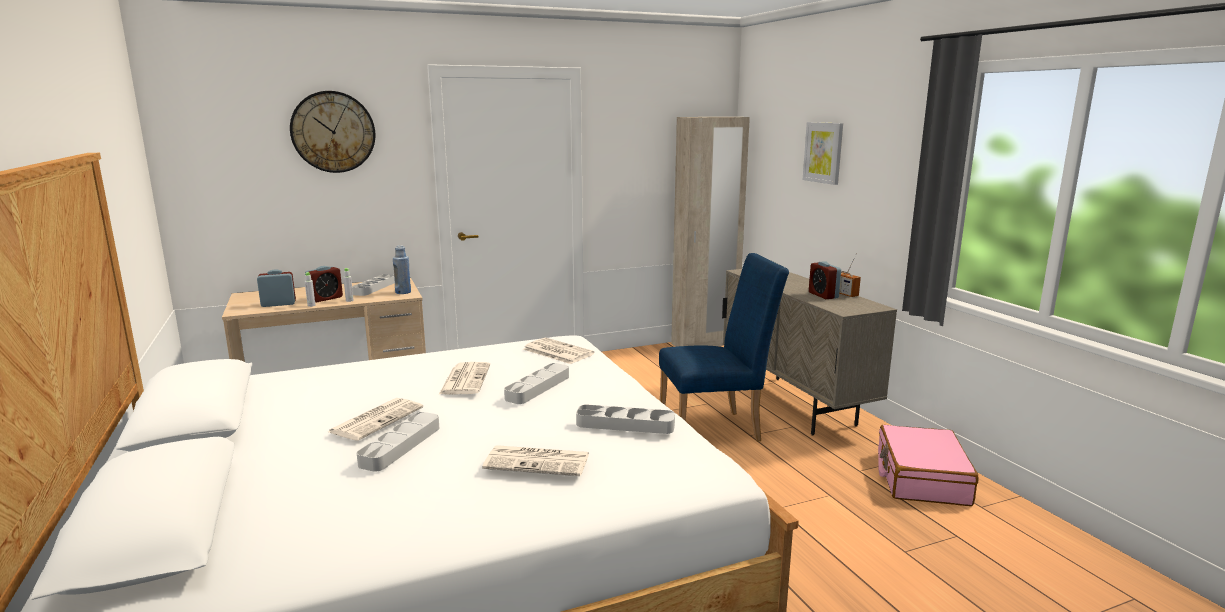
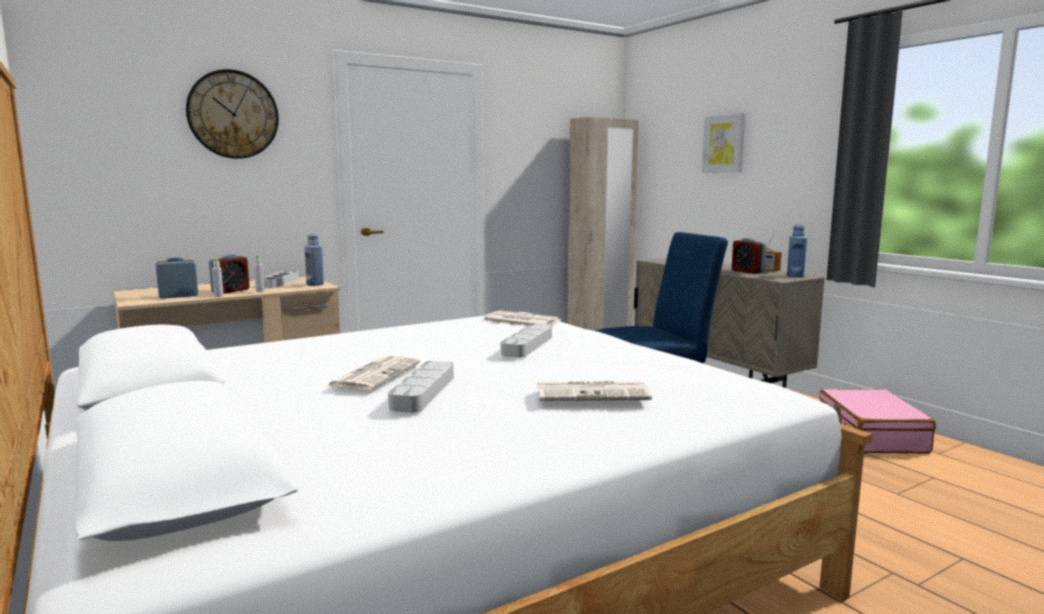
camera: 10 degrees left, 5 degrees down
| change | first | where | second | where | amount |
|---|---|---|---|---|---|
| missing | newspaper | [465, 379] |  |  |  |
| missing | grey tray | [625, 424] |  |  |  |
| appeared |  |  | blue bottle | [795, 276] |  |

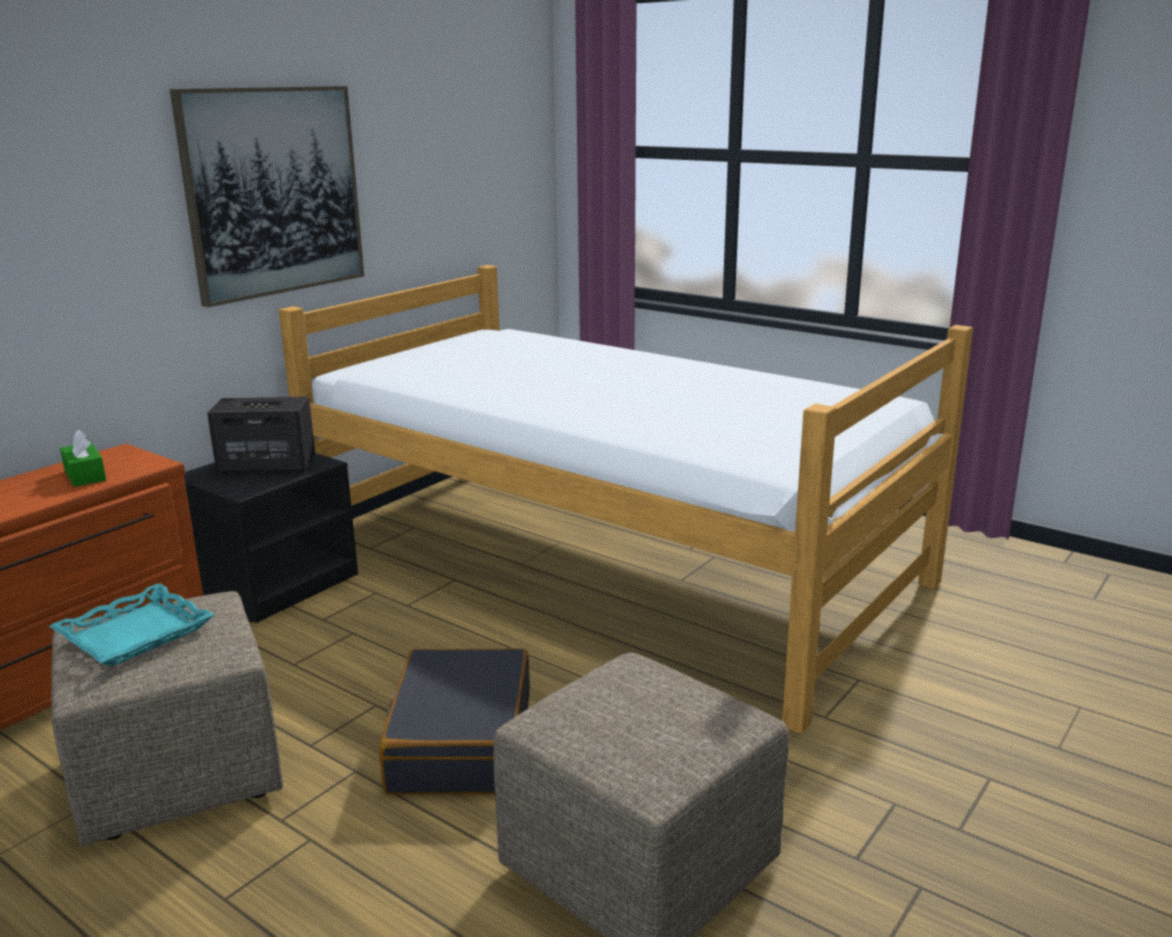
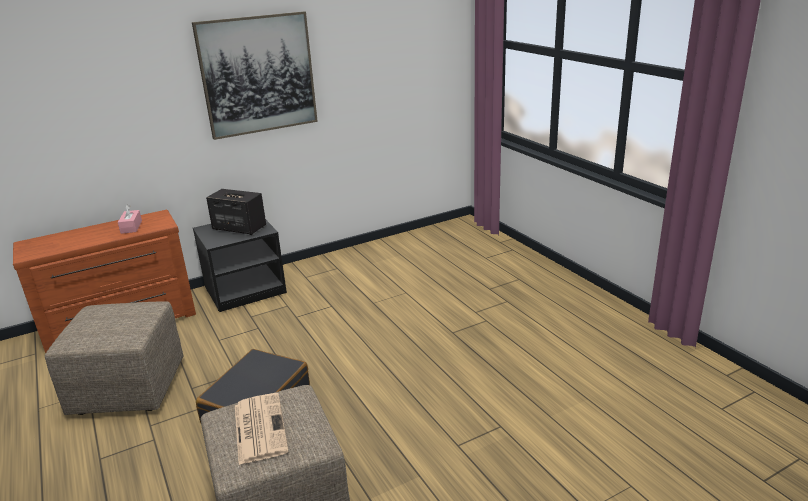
camera: 25 degrees right, 5 degrees up
| change | first | where | second | where | amount |
|---|---|---|---|---|---|
| missing | turquoise tray | [135, 634] |  |  |  |
| missing | bed | [608, 561] |  |  |  |
| appeared |  |  | newspaper | [259, 427] |  |
| colour | green tissue box | [85, 475] | pink tissue box | [131, 227] |  |

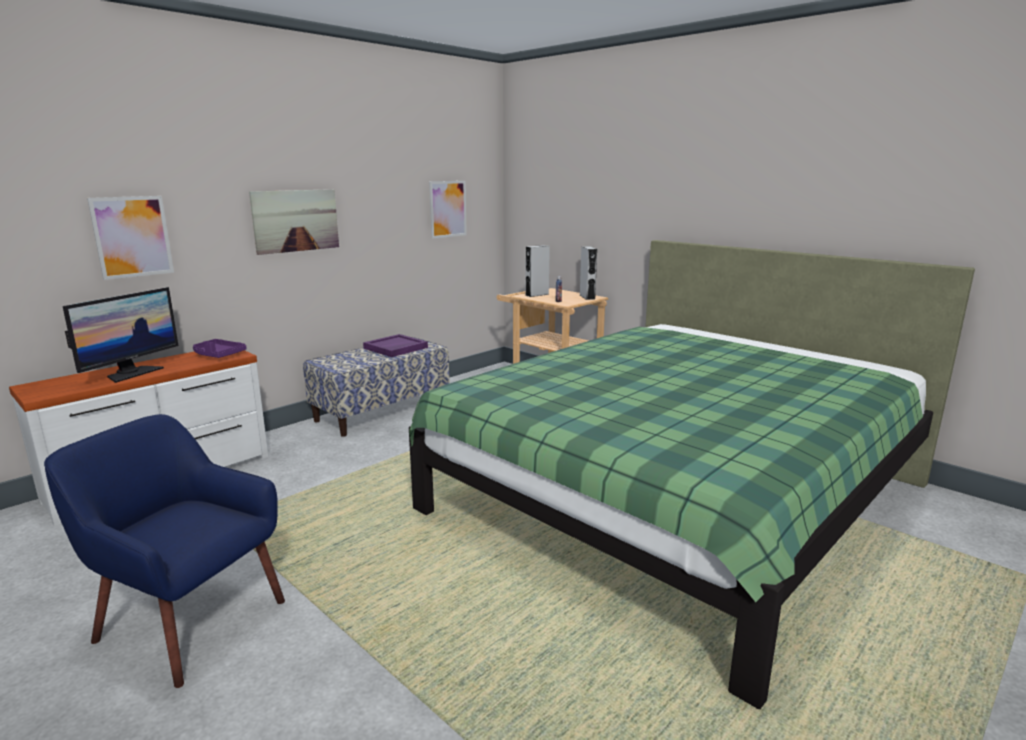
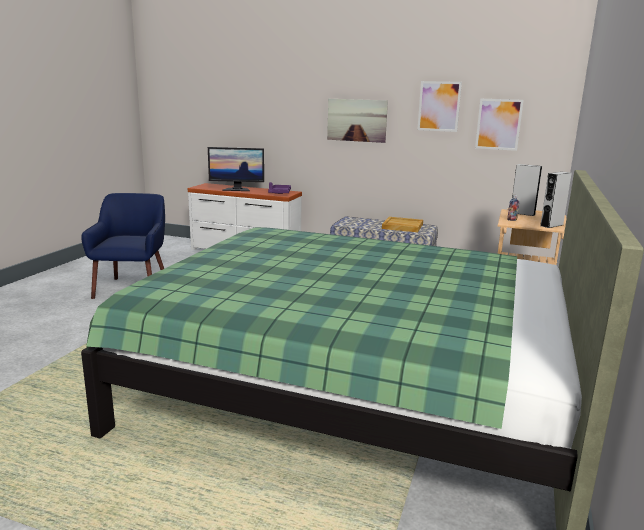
camera: 65 degrees right, 0 degrees up
| change | first | where | second | where | amount |
|---|---|---|---|---|---|
| relocated | picture | [132, 237] |  | [439, 106] |  |
| colour | purple tray | [395, 348] | beige tray | [402, 226] |  |

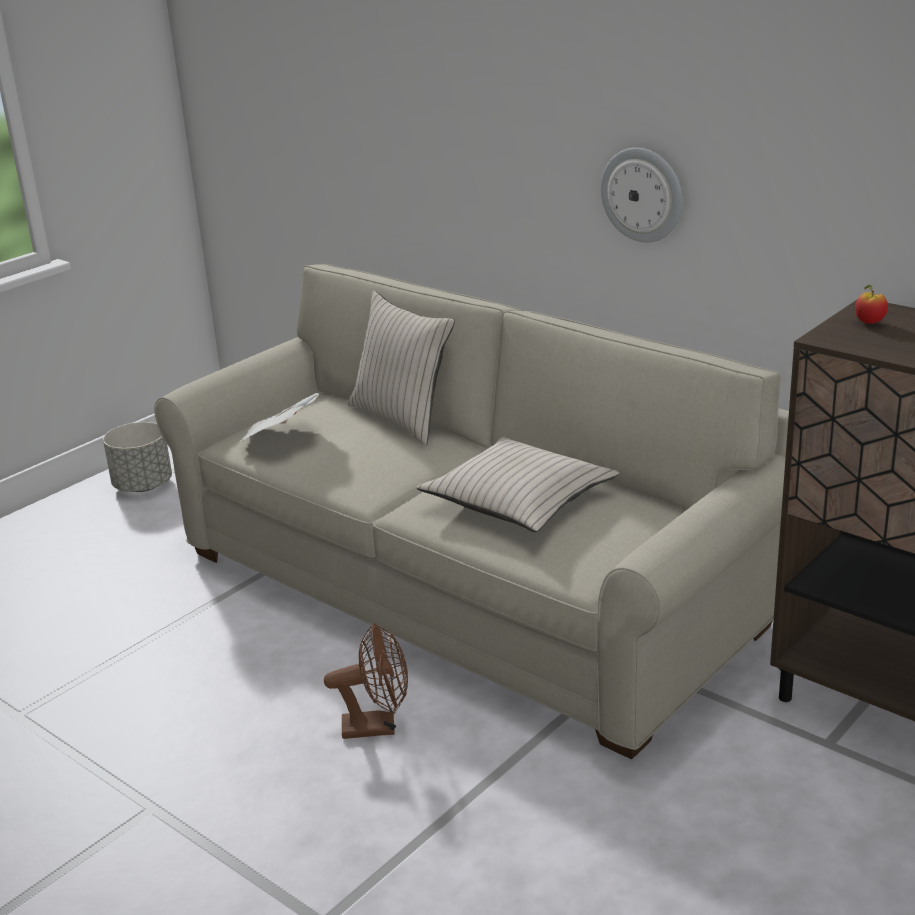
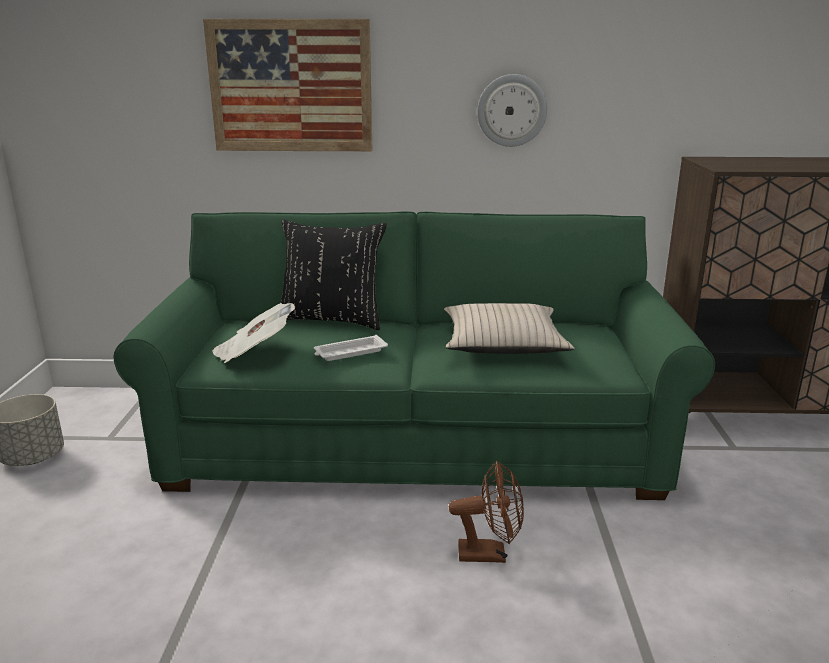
camera: 40 degrees left, 5 degrees down
| change | first | where | second | where | amount |
|---|---|---|---|---|---|
| missing | apple | [869, 322] |  |  |  |
| appeared |  |  | picture | [291, 86] |  |
| appeared |  |  | white tray | [349, 352] |  |
| colour | beige sofa | [467, 587] | green sofa | [415, 440] |  |
| colour | beige pillow | [402, 418] | black pillow | [331, 319] |  |
| spun | brown fan | [378, 726] |  | [490, 553] | 45 degrees clockwise |

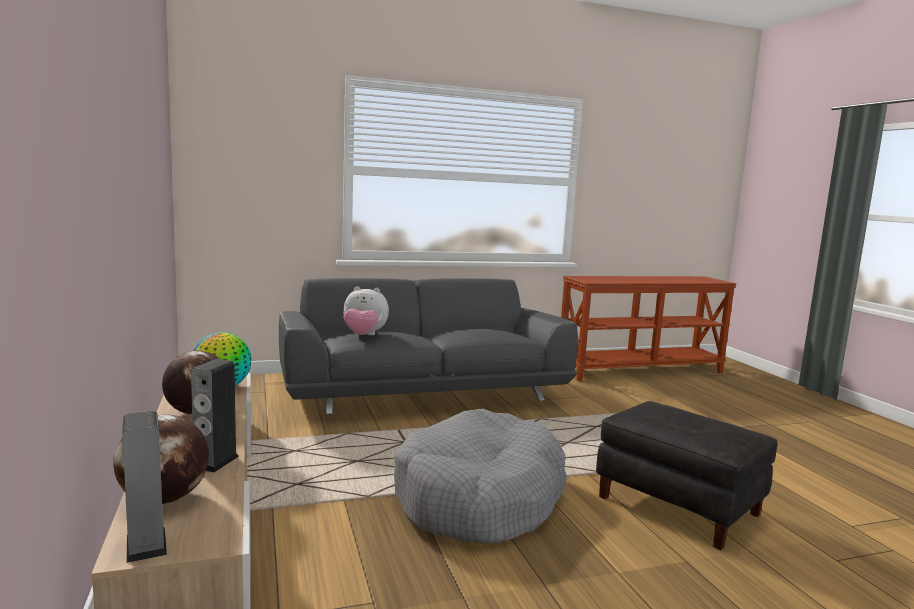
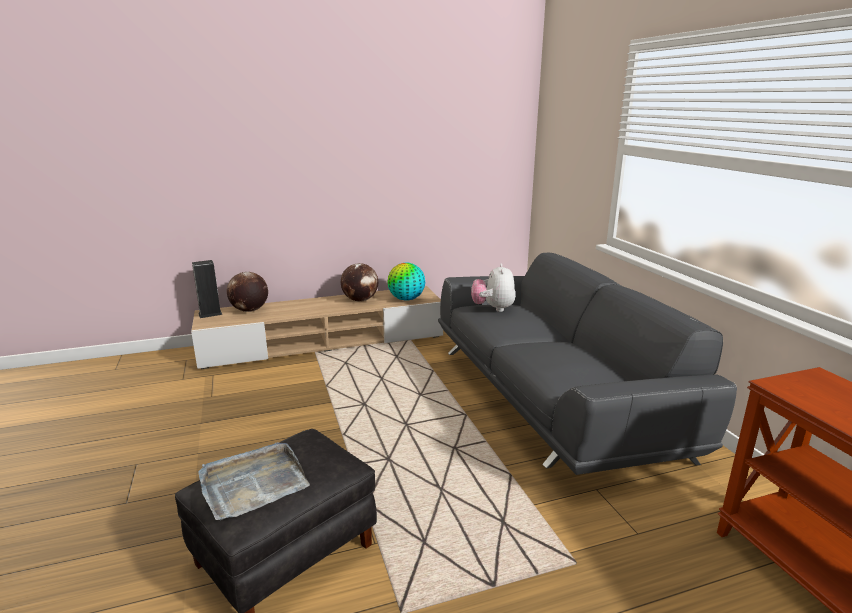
camera: 90 degrees right, 10 degrees up
| change | first | where | second | where | amount |
|---|---|---|---|---|---|
| missing | speaker | [215, 462] |  |  |  |
| missing | grey dog bed | [479, 498] |  |  |  |
| appeared |  |  | grey tray | [253, 483] |  |

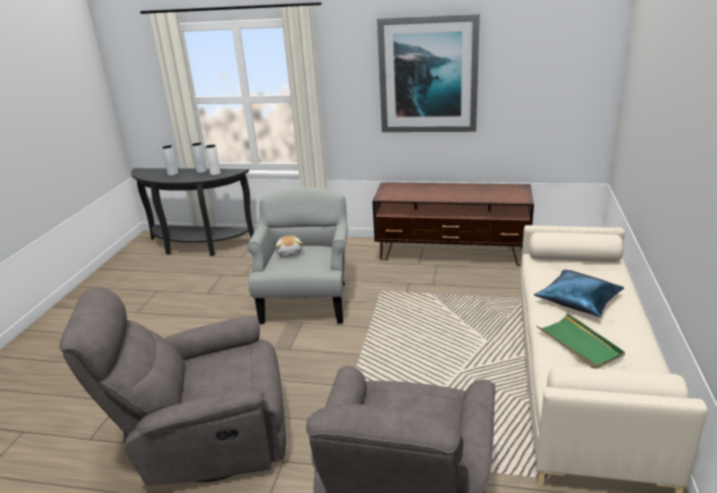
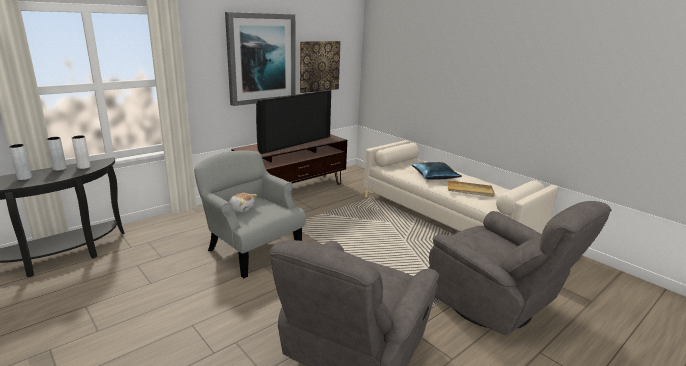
camera: 55 degrees left, 5 degrees down
| change | first | where | second | where | amount |
|---|---|---|---|---|---|
| appeared |  |  | television | [295, 143] |  |
| appeared |  |  | picture | [319, 66] |  |
| colour | green tray | [579, 343] | beige tray | [470, 190] |  |

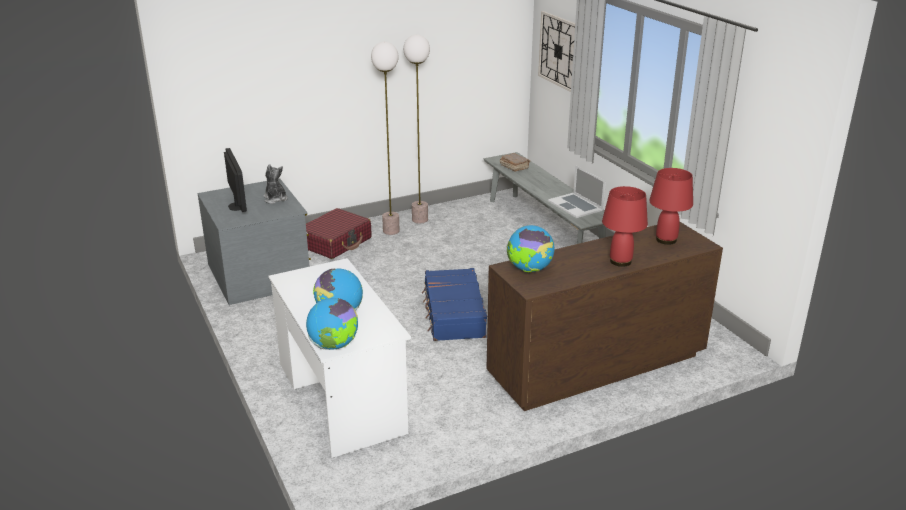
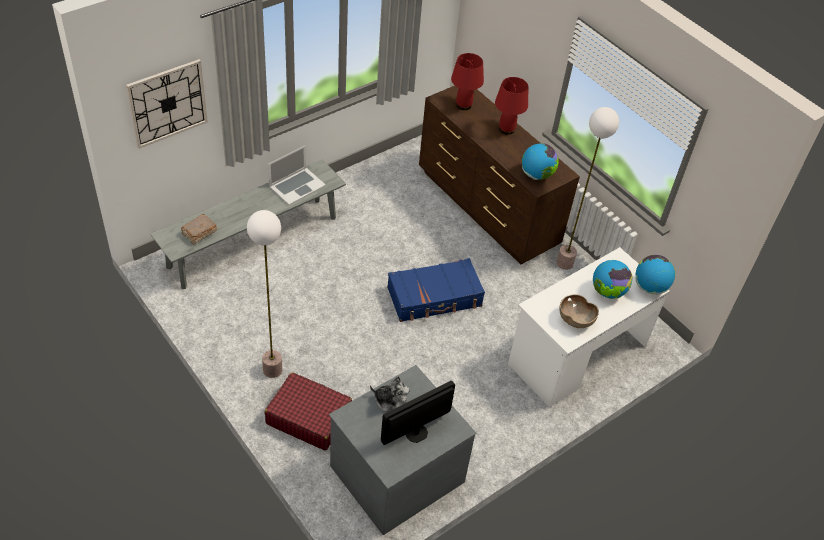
camera: 105 degrees left, 20 degrees up
| change | first | where | second | where | amount |
|---|---|---|---|---|---|
| appeared |  |  | brown bowl | [575, 320] |  |
| relocated | floor lamp | [419, 220] |  | [565, 263] |  |
| spun | plush toy | [275, 199] |  | [390, 401] | 120 degrees counterclockwise |

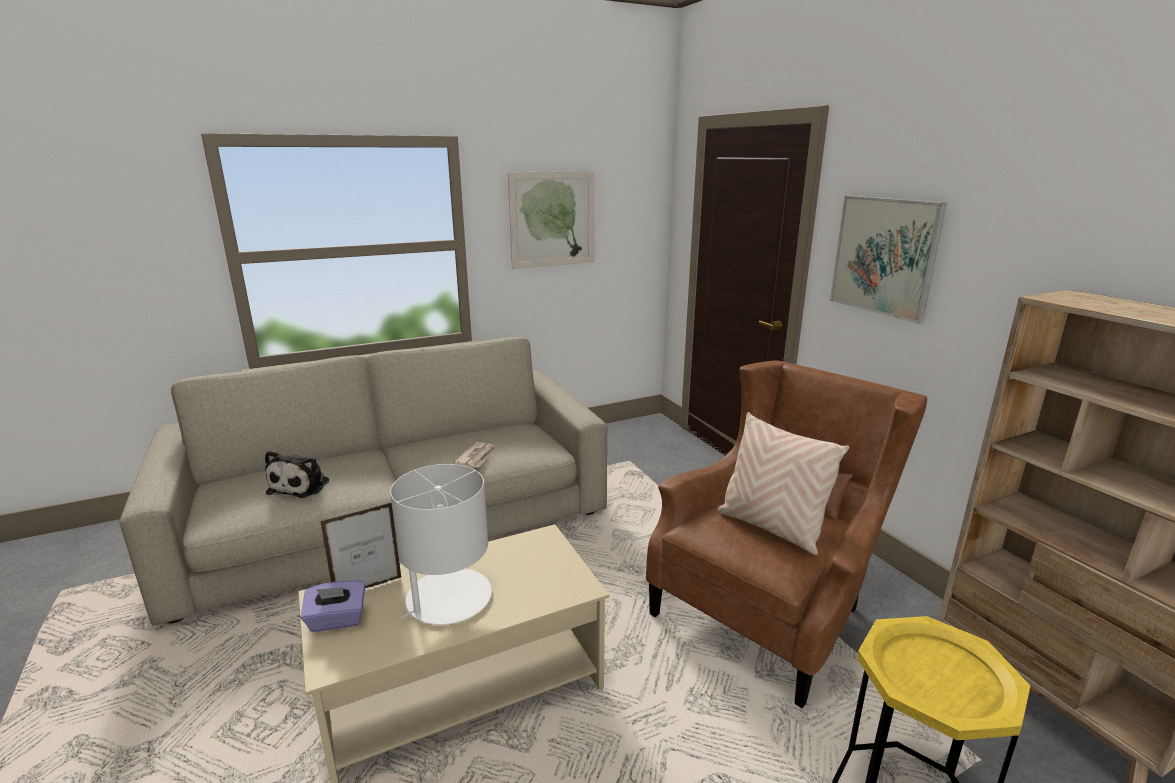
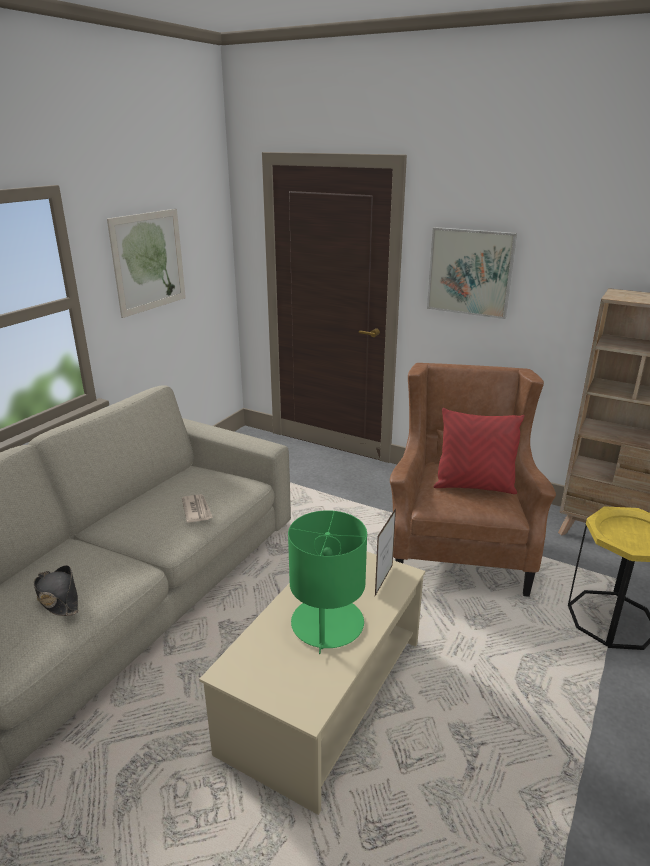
camera: 35 degrees left, 5 degrees up
| change | first | where | second | where | amount |
|---|---|---|---|---|---|
| missing | purple tissue box | [337, 620] |  |  |  |
| relocated | picture frame | [368, 588] |  | [383, 580] |  |
| exchanged | plush toy | [301, 485] | black hat | [58, 598] |  |
| colour | white table lamp | [448, 598] | green table lamp | [327, 624] |  |
| colour | beige pillow | [771, 528] | red pillow | [474, 486] |  |

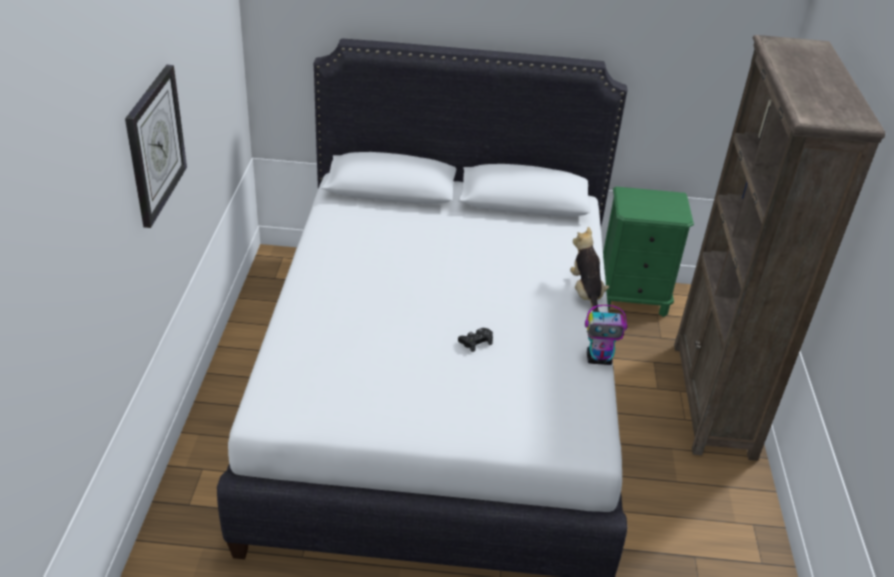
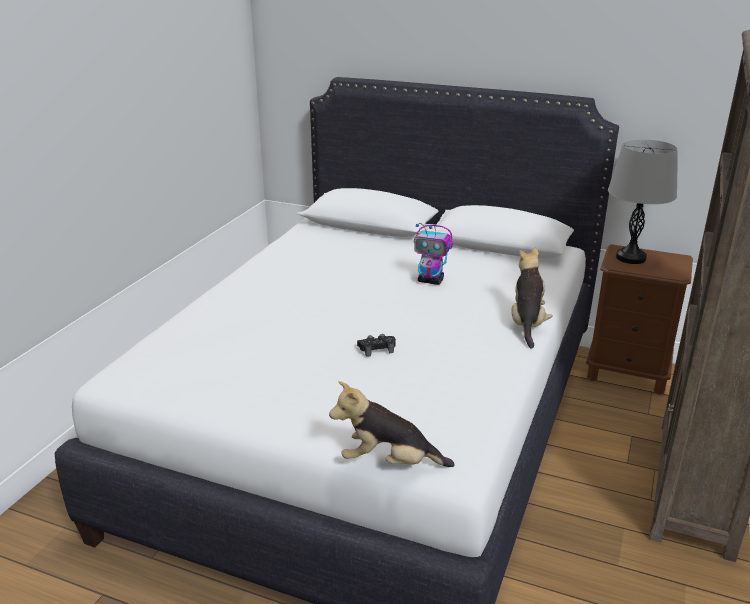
camera: 20 degrees right, 10 degrees down
| change | first | where | second | where | amount |
|---|---|---|---|---|---|
| missing | wall clock | [155, 145] |  |  |  |
| appeared |  |  | plush toy | [389, 462] |  |
| appeared |  |  | grey table lamp | [630, 258] |  |
| relocated | toy robot | [599, 359] |  | [431, 281] |  |
| colour | green nightstand | [632, 298] | brown nightstand | [627, 373] |  |

